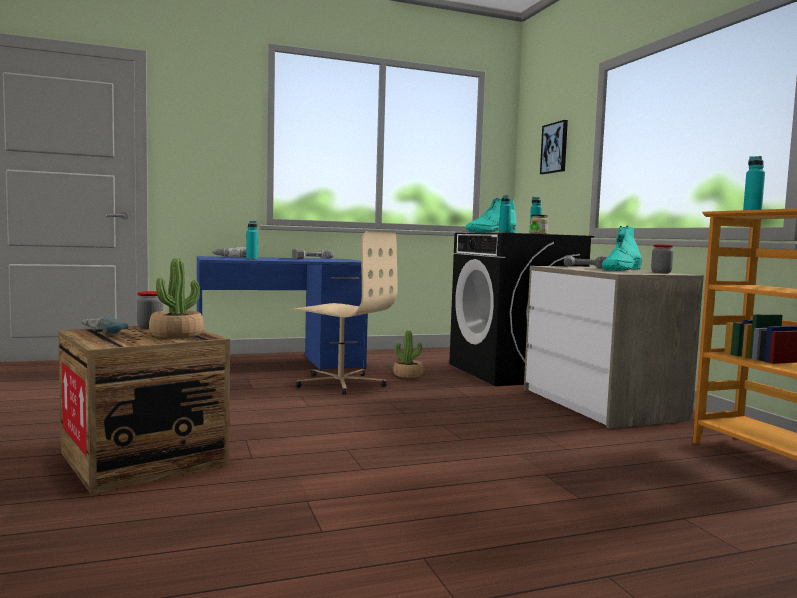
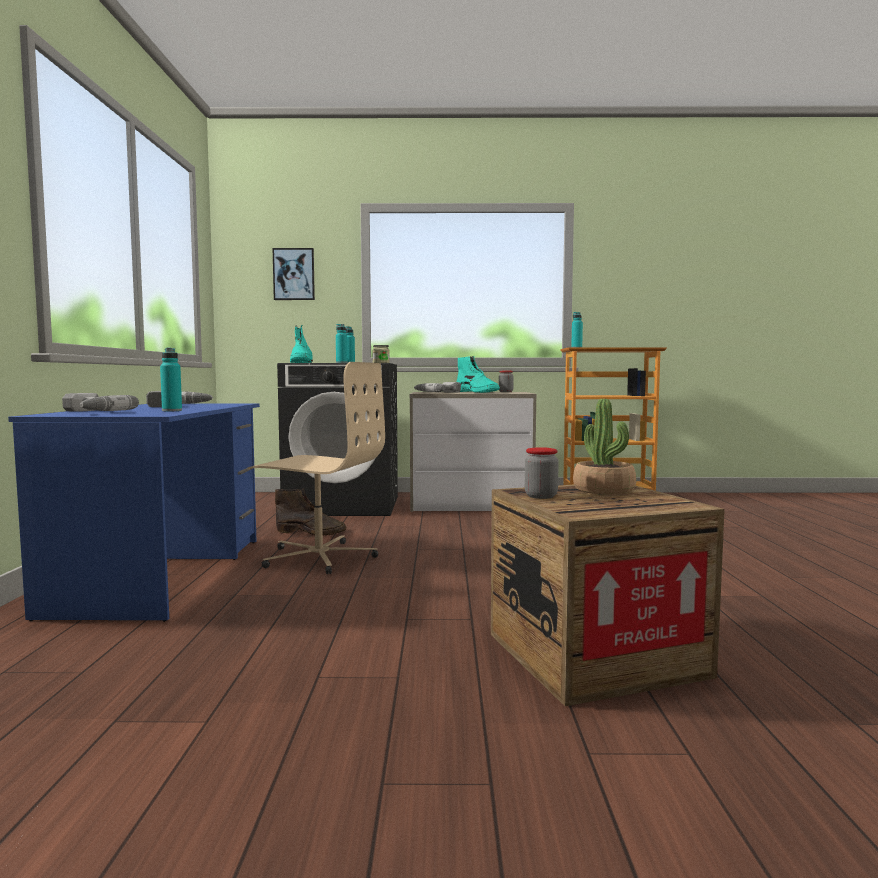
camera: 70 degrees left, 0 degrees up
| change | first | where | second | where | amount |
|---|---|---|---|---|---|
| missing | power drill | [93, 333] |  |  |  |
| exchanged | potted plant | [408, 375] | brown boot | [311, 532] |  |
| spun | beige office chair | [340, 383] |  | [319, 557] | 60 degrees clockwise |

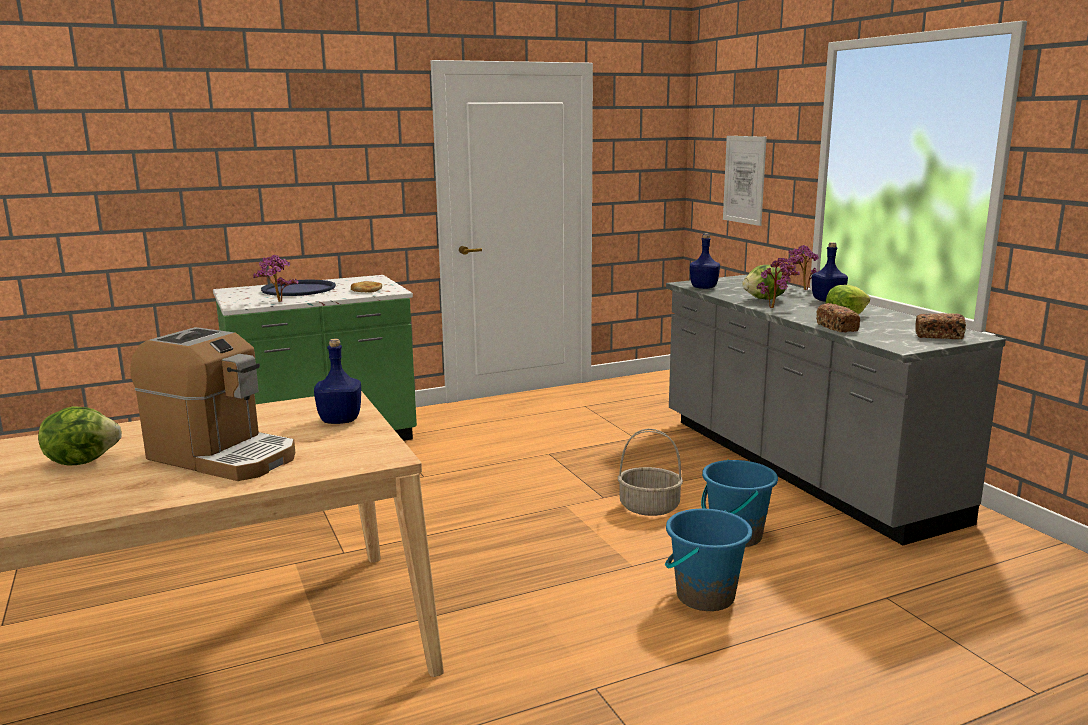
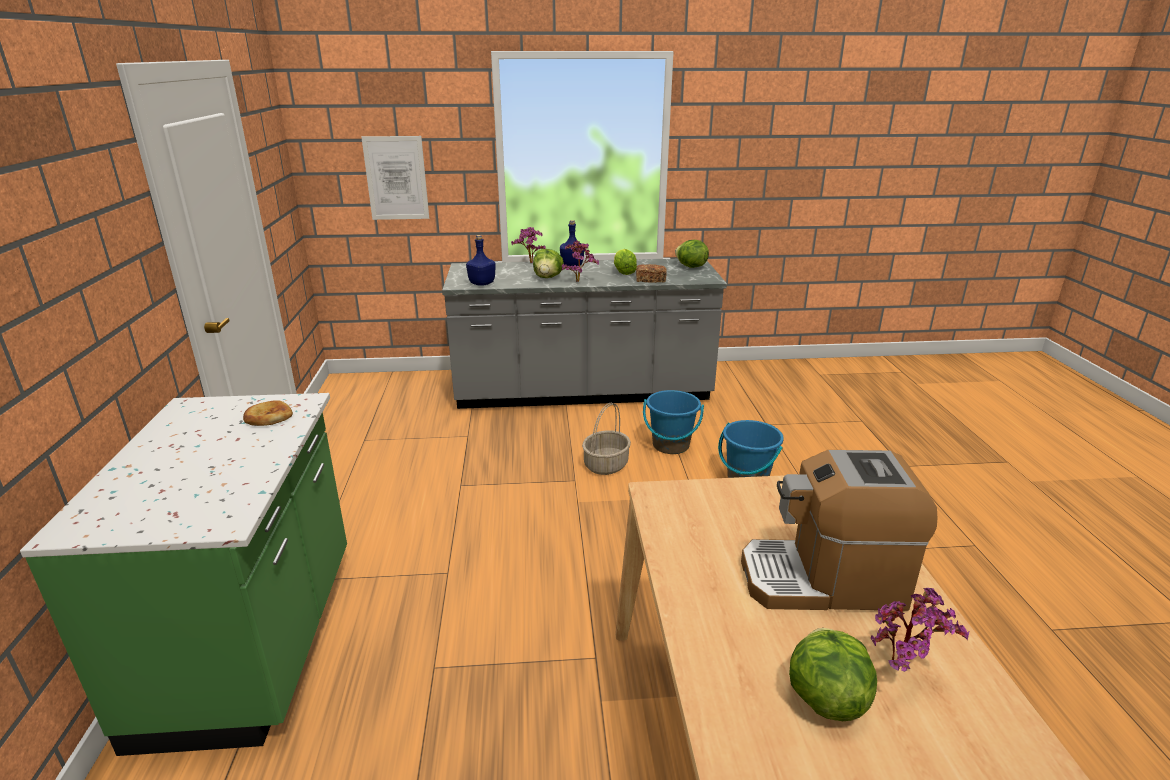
camera: 70 degrees left, 10 degrees up
| change | first | where | second | where | amount |
|---|---|---|---|---|---|
| missing | blue tray | [299, 289] |  |  |  |
| missing | blue bottle | [340, 420] |  |  |  |
| relocated | potted plant | [277, 302] |  | [902, 672] |  |
| exchanged | bread | [938, 336] | lettuce | [690, 267] |  |
| spun | coffee machine | [222, 456] |  | [823, 580] | 135 degrees counterclockwise |

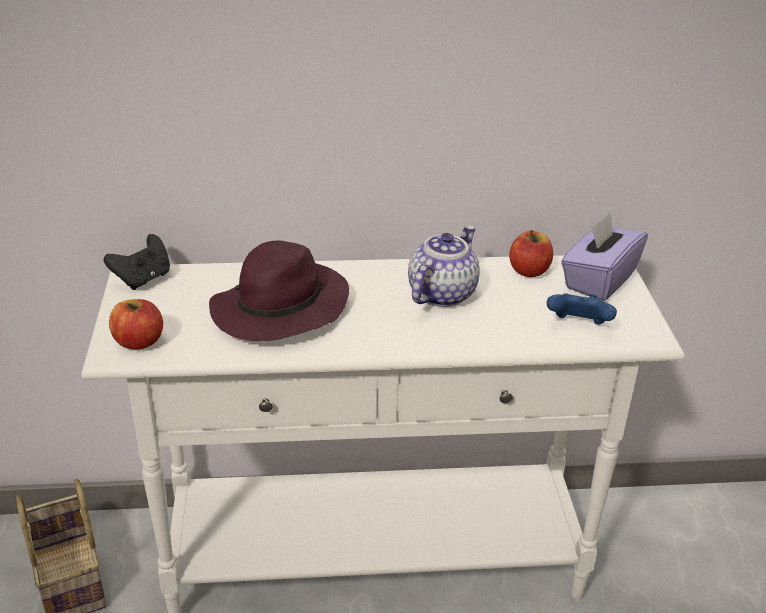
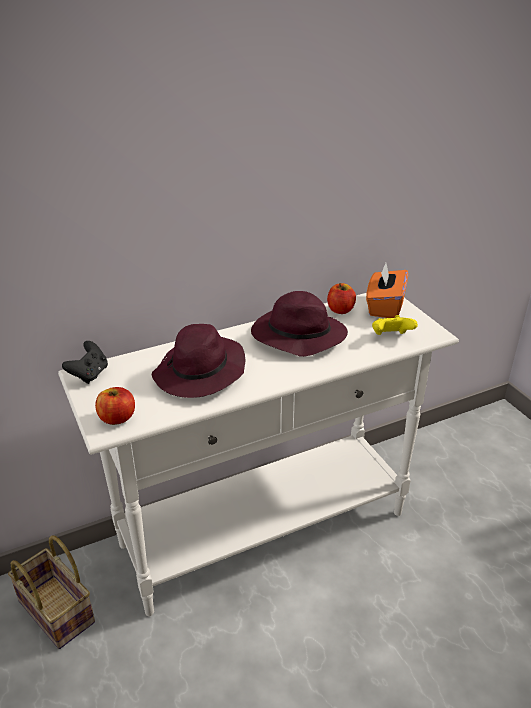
camera: 20 degrees left, 0 degrees up
| change | first | where | second | where | amount |
|---|---|---|---|---|---|
| exchanged | teapot | [441, 293] | purple hat | [297, 336] |  |
| colour | blue game controller | [578, 326] | yellow game controller | [391, 337] |  |
| colour | purple tissue box | [598, 280] | orange tissue box | [384, 307] |  |

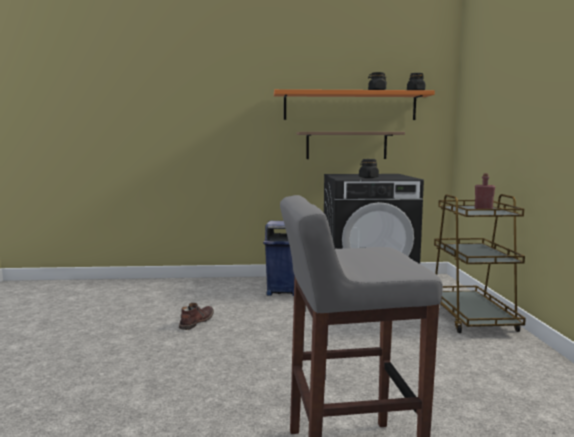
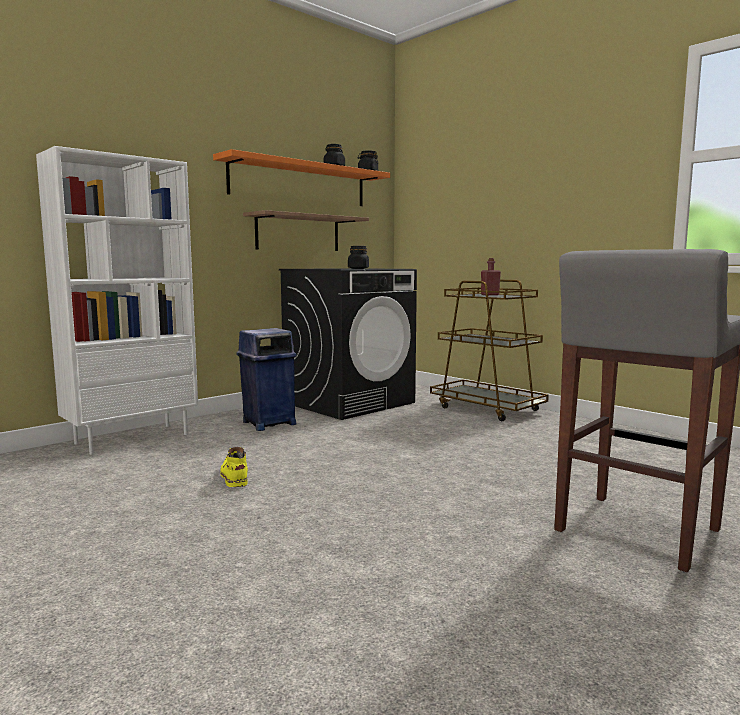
camera: 40 degrees left, 0 degrees up
| change | first | where | second | where | amount |
|---|---|---|---|---|---|
| appeared |  |  | white bookcase | [132, 438] |  |
| colour | brown boot | [196, 322] | yellow boot | [234, 476] |  |

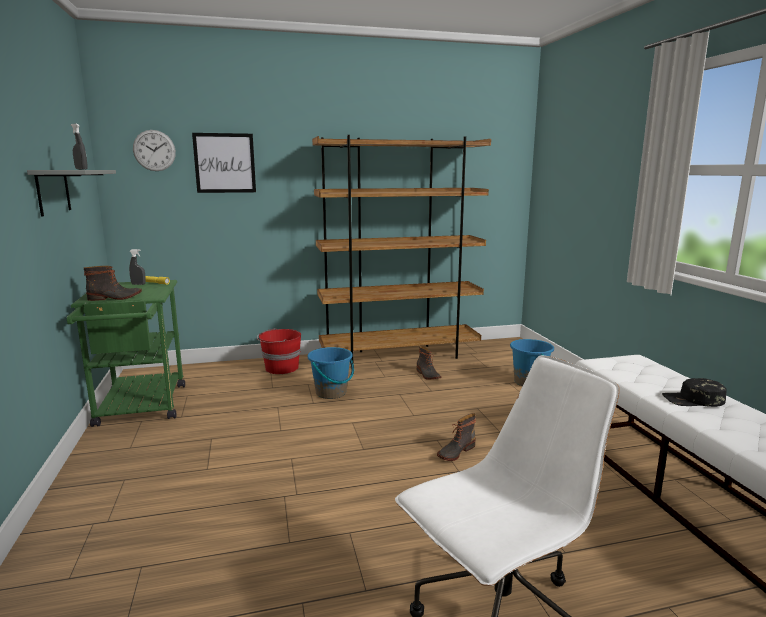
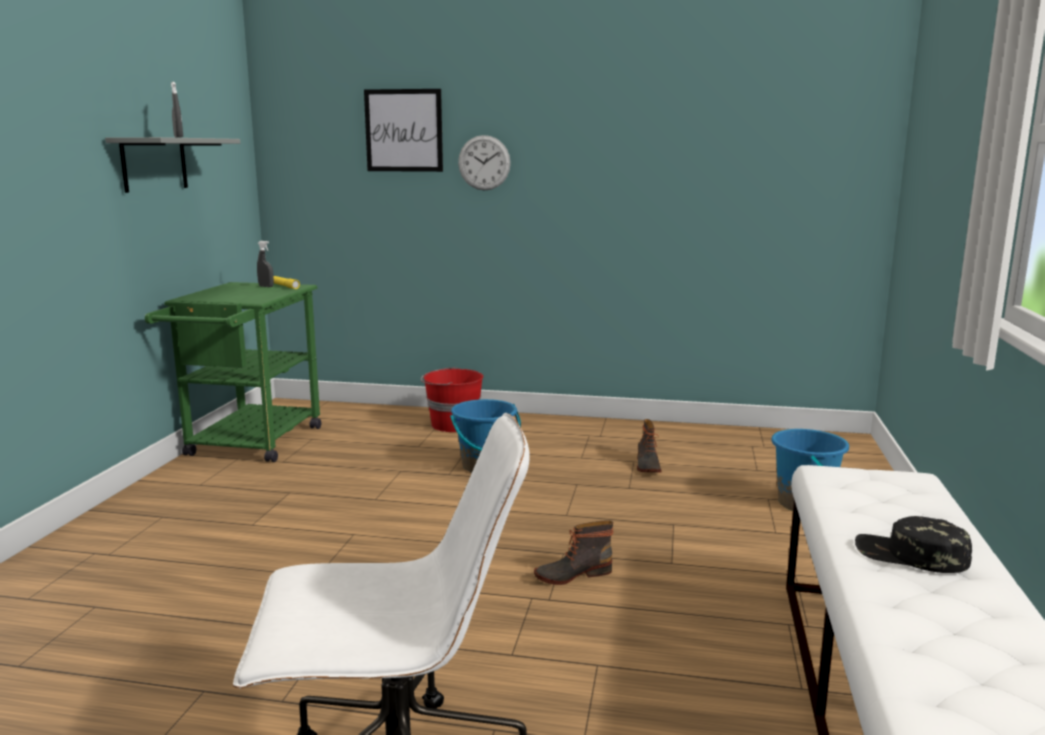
camera: 25 degrees right, 0 degrees up
| change | first | where | second | where | amount |
|---|---|---|---|---|---|
| missing | boot | [115, 298] |  |  |  |
| missing | brown bookcase | [400, 355] |  |  |  |
| relocated | wall clock | [154, 150] |  | [484, 163] |  |

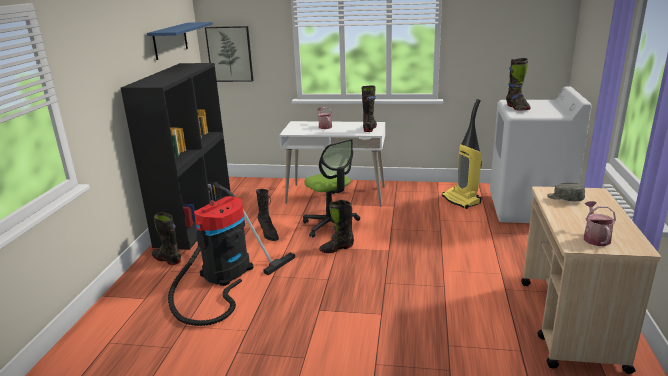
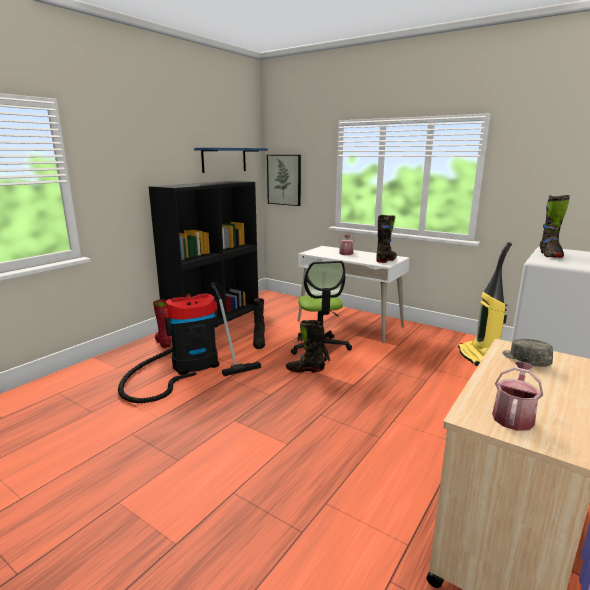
camera: 25 degrees right, 5 degrees down
| change | first | where | second | where | amount |
|---|---|---|---|---|---|
| colour | black boot | [167, 259] | red boot | [163, 342] |  |

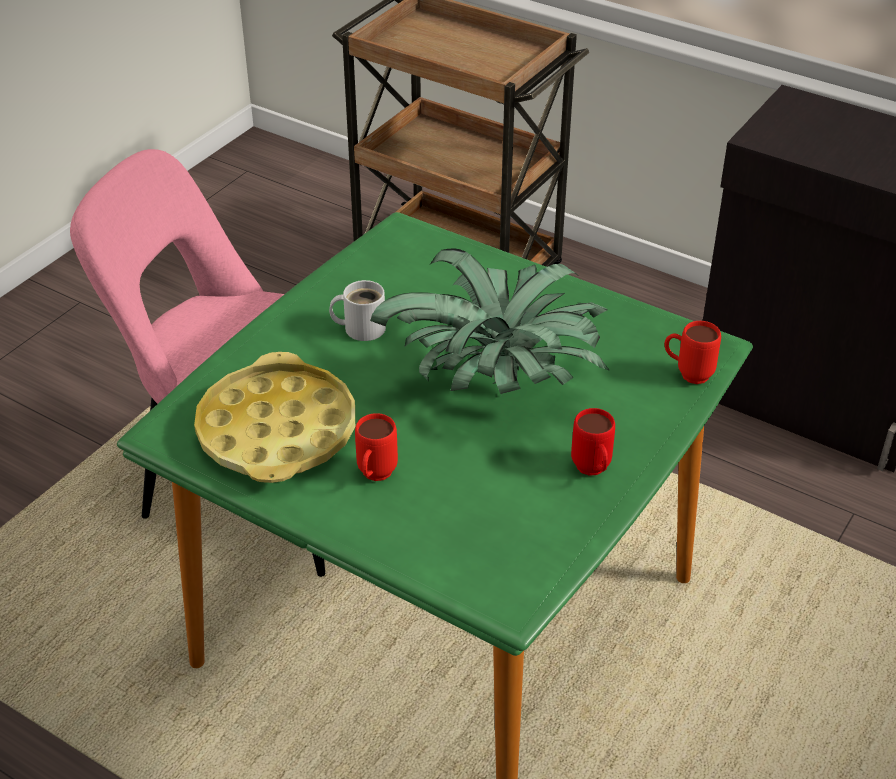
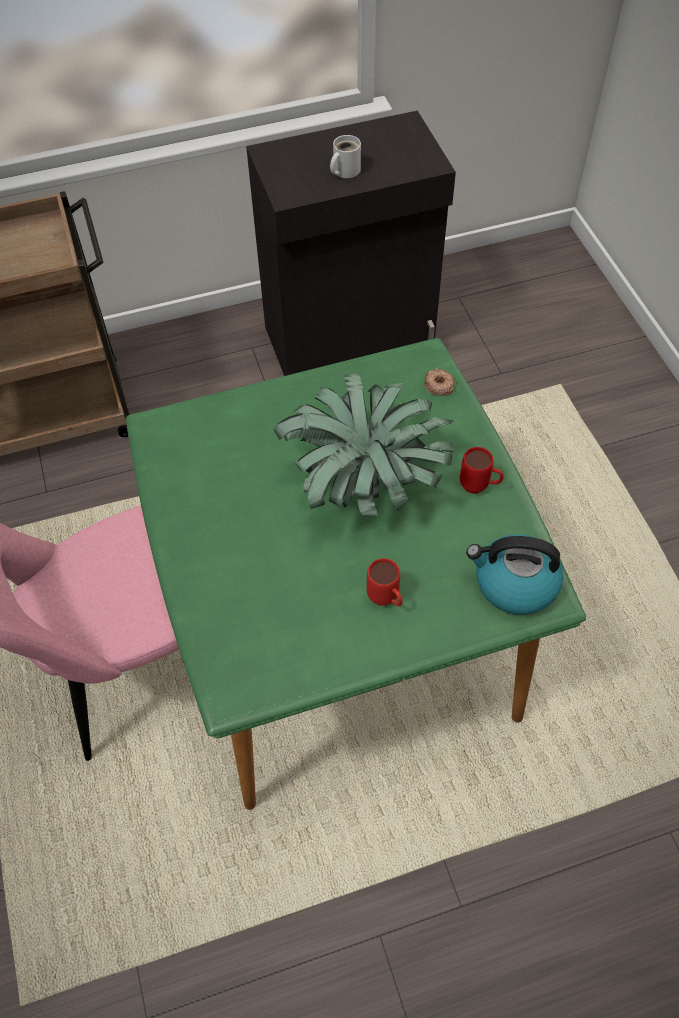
camera: 50 degrees left, 15 degrees up
| change | first | where | second | where | amount |
|---|---|---|---|---|---|
| missing | yellow tray | [277, 431] |  |  |  |
| appeared |  |  | kettle | [514, 584] |  |
| relocated | white mug | [361, 327] |  | [344, 170] |  |
| exchanged | red mug | [687, 374] | donut | [438, 385] |  |

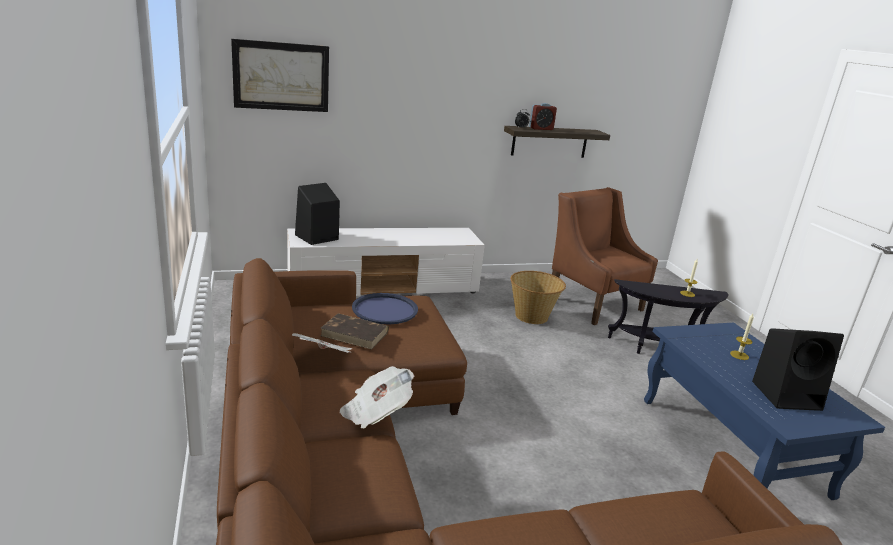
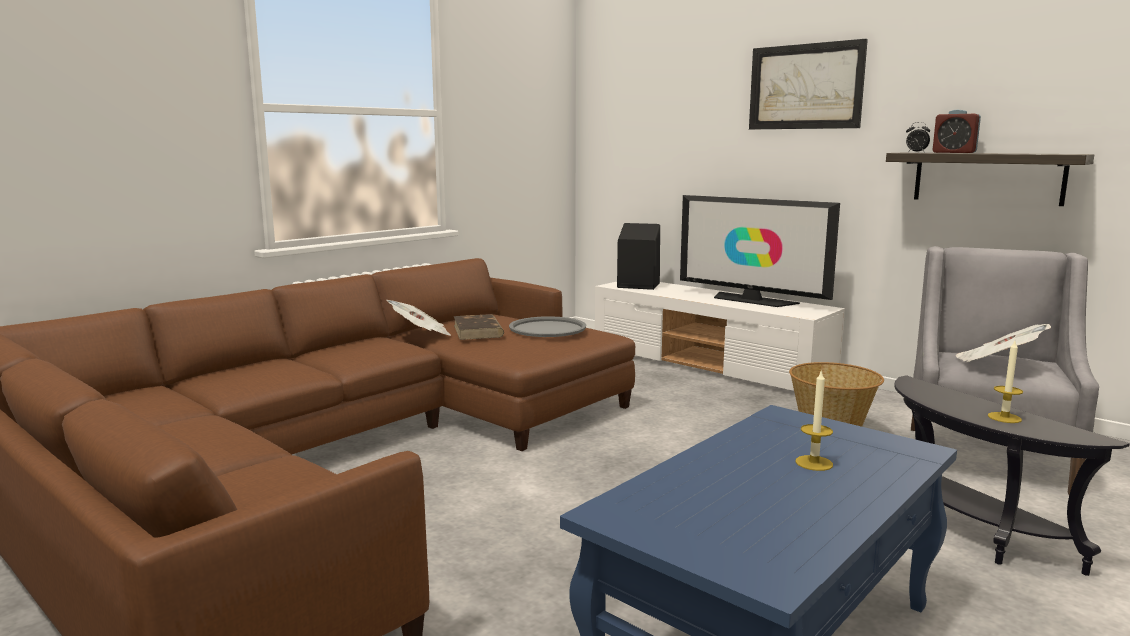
camera: 60 degrees right, 10 degrees down
| change | first | where | second | where | amount |
|---|---|---|---|---|---|
| missing | black speaker | [787, 395] |  |  |  |
| appeared |  |  | television | [751, 300] |  |
| relocated | picture | [281, 76] |  | [805, 87] |  |
| relocated | newspaper | [376, 412] |  | [997, 363] |  |
| colour | blue tray | [385, 309] | grey tray | [547, 328] |  |
| colour | brown armchair | [592, 302] | grey armchair | [986, 458] |  |

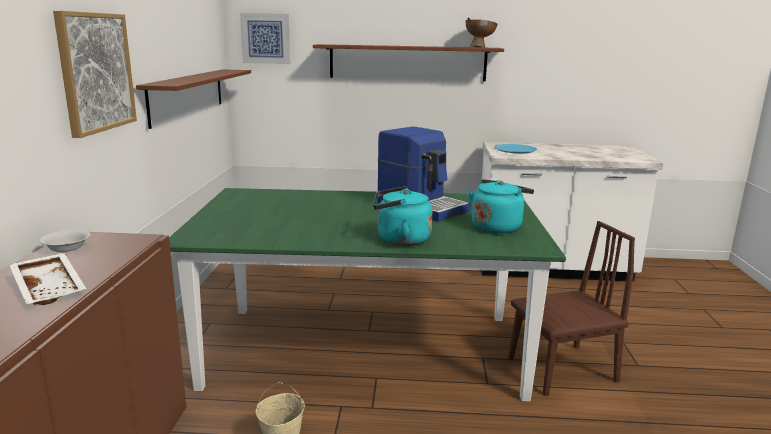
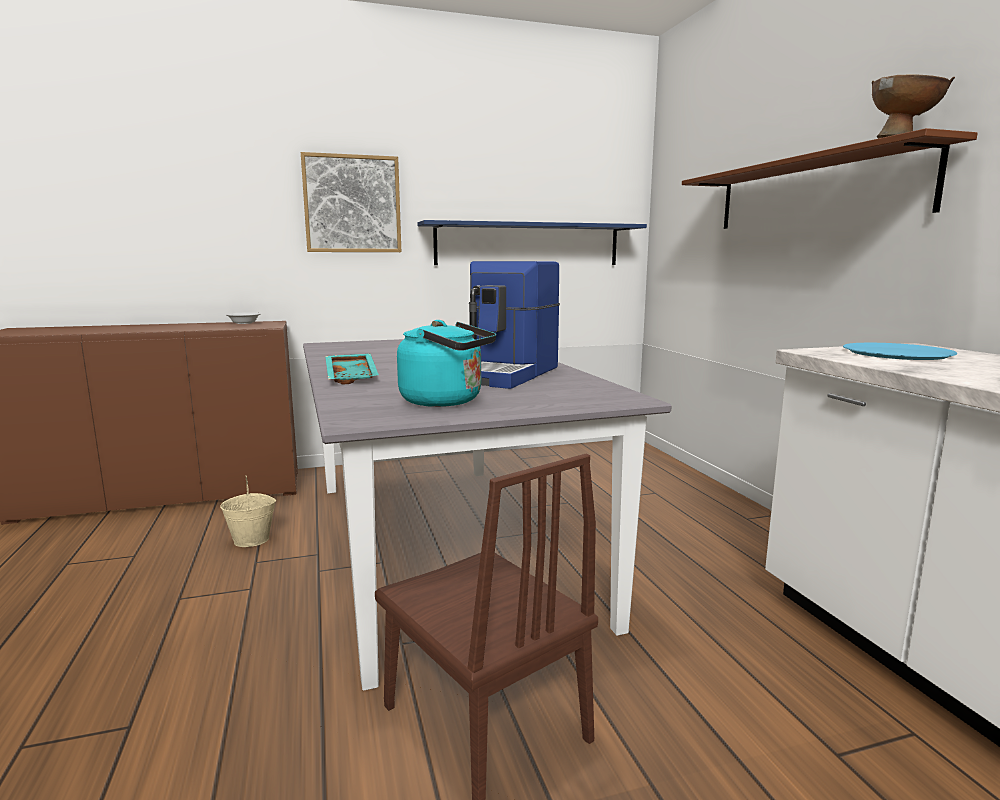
camera: 70 degrees right, 5 degrees down
| change | first | where | second | where | amount |
|---|---|---|---|---|---|
| missing | white tray | [51, 288] |  |  |  |
| missing | picture | [265, 38] |  |  |  |
| exchanged | turquoise kettle | [400, 240] | turquoise tray | [353, 377] |  |
| colour | brown shelf | [188, 95] | blue shelf | [528, 244] |  |
| colour | green dining table | [366, 349] | grey dining table | [443, 545] |  |

